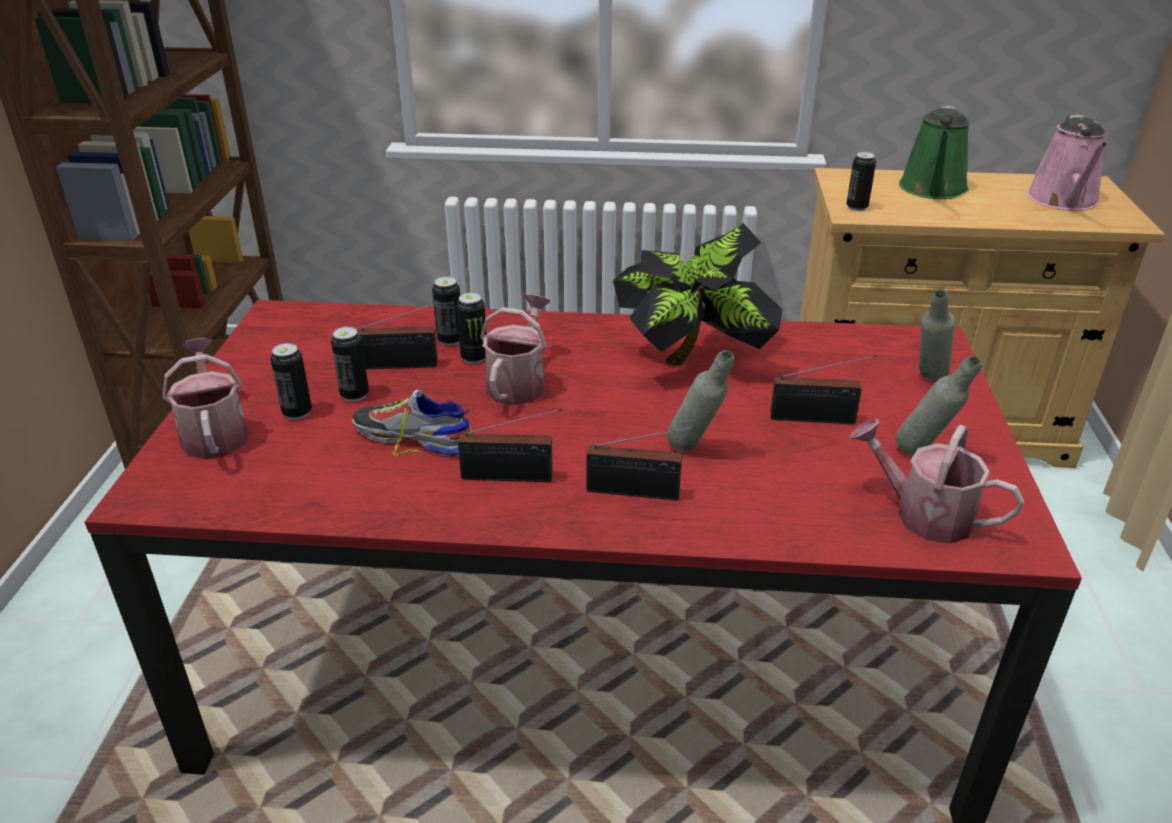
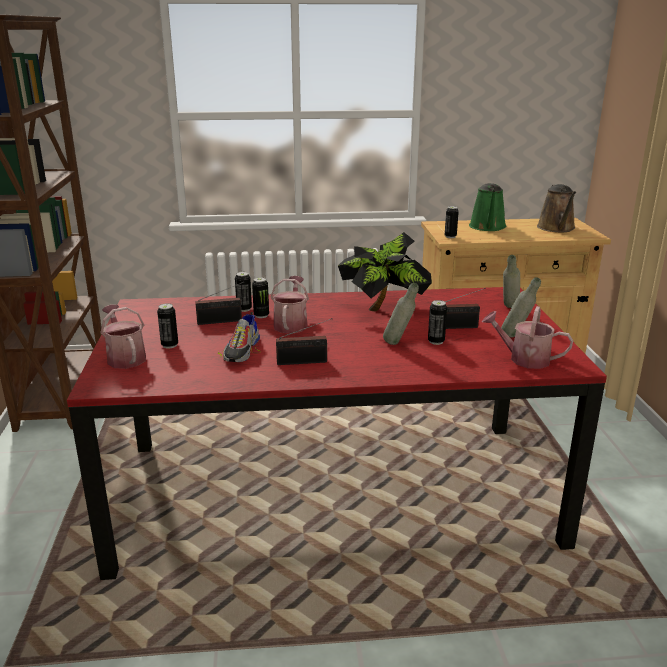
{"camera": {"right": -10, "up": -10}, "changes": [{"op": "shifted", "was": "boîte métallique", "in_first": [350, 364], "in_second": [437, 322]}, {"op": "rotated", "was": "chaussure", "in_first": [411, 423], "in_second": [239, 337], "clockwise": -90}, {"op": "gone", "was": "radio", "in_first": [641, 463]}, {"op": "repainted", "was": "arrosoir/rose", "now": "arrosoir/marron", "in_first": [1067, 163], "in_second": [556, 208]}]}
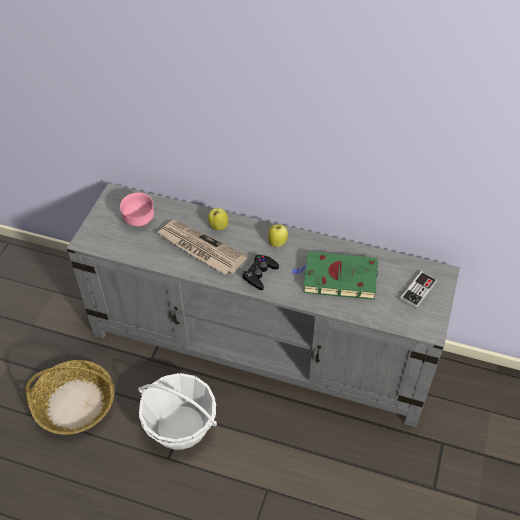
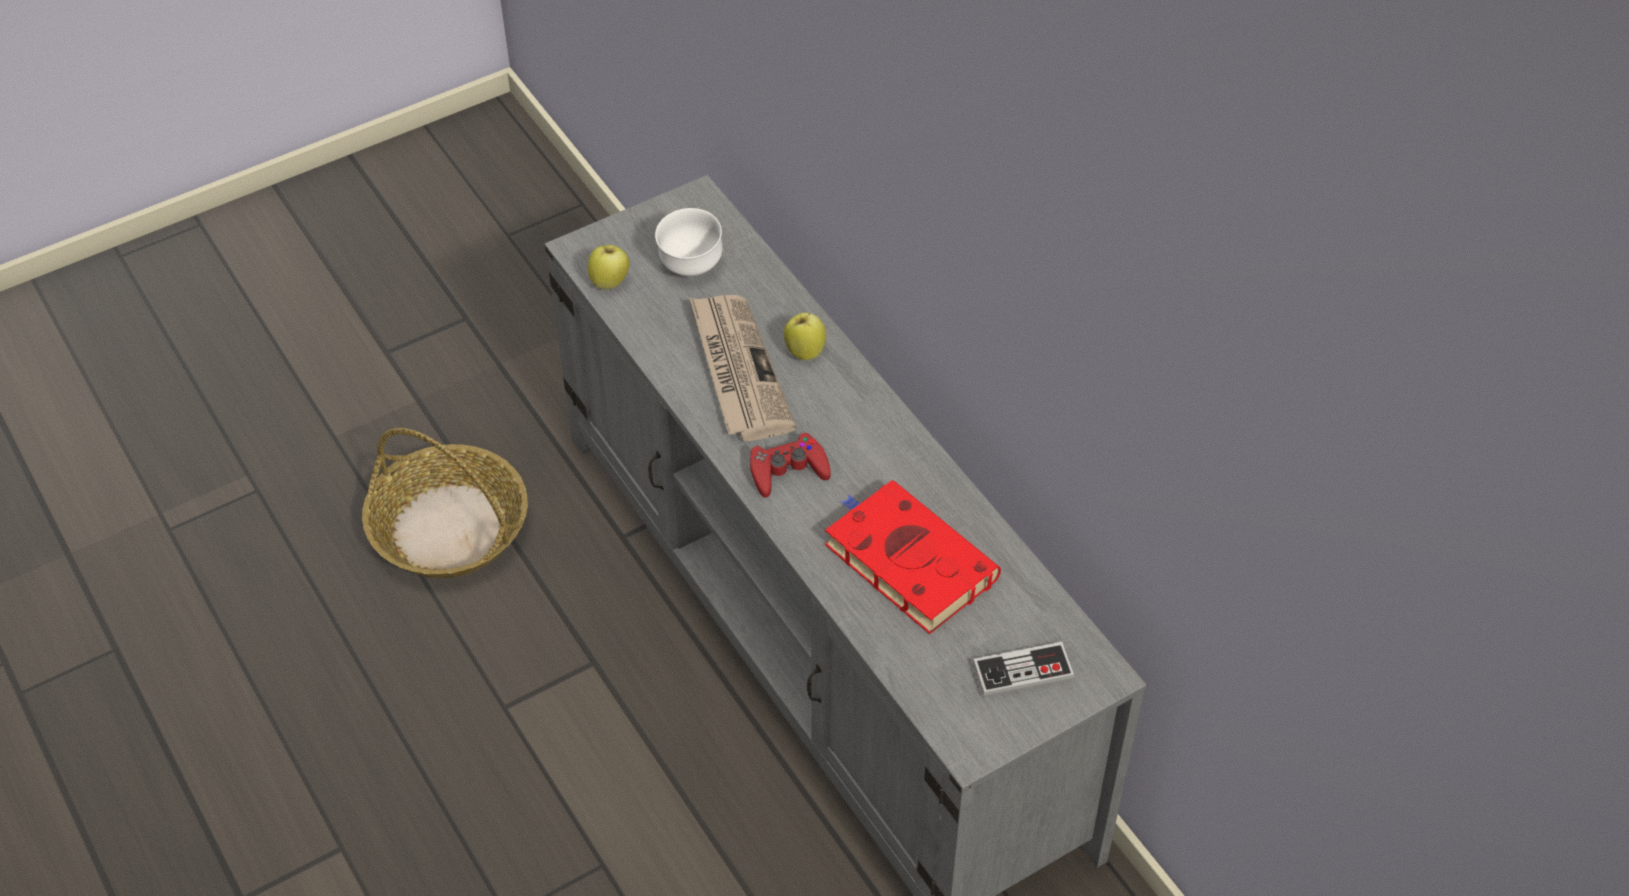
{"camera": {"right": 40, "up": 0}, "changes": [{"op": "repainted", "was": "bol/rose", "now": "bol/blanc", "in_first": [137, 210], "in_second": [689, 242]}, {"op": "gone", "was": "panier", "in_first": [177, 411]}, {"op": "repainted", "was": "manette/noir", "now": "manette/rouge", "in_first": [260, 272], "in_second": [790, 465]}, {"op": "shifted", "was": "pomme", "in_first": [278, 235], "in_second": [608, 267]}, {"op": "repainted", "was": "livre/vert", "now": "livre/rouge", "in_first": [335, 276], "in_second": [913, 557]}]}
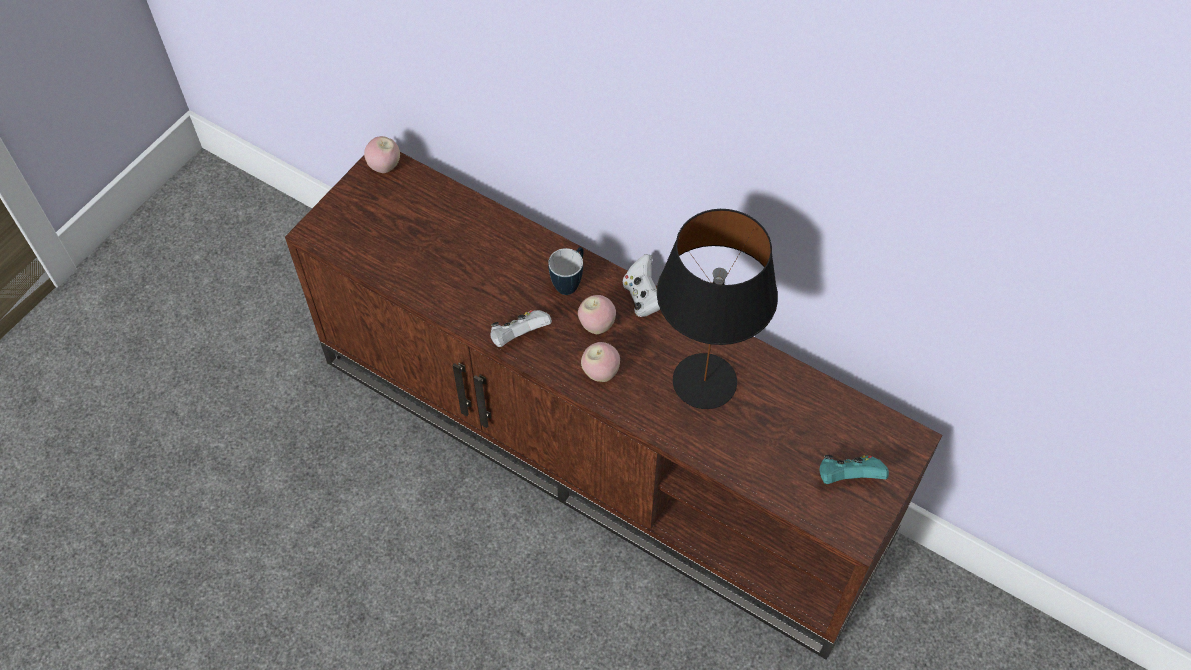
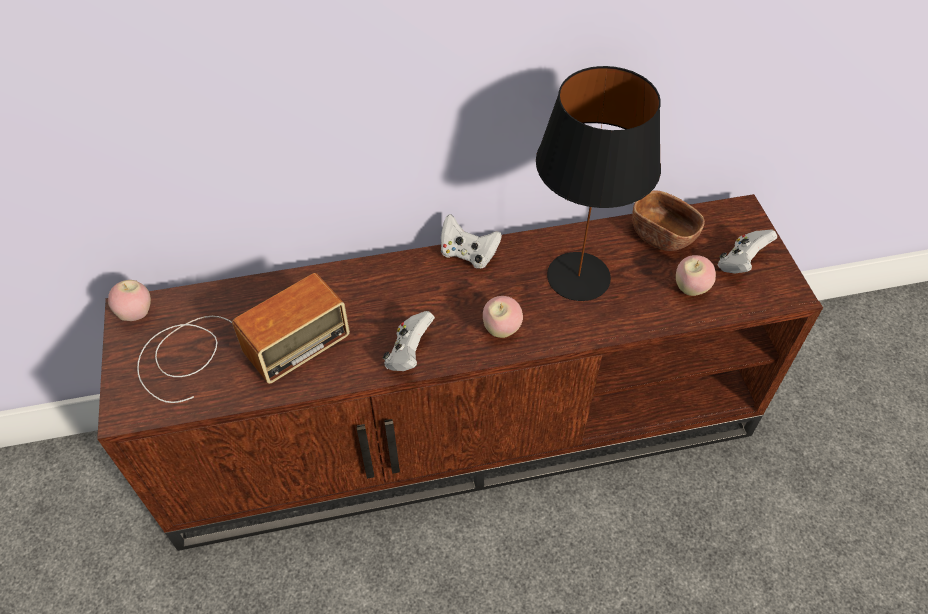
{"camera": {"right": -45, "up": -5}, "changes": [{"op": "gone", "was": "mug", "in_first": [566, 271]}, {"op": "shifted", "was": "pomme", "in_first": [597, 314], "in_second": [696, 275]}, {"op": "repainted", "was": "manette/turquoise", "now": "manette/blanc", "in_first": [854, 469], "in_second": [747, 252]}, {"op": "new", "now": "radio", "in_second": [243, 338]}, {"op": "new", "now": "bol/marron", "in_second": [668, 220]}]}
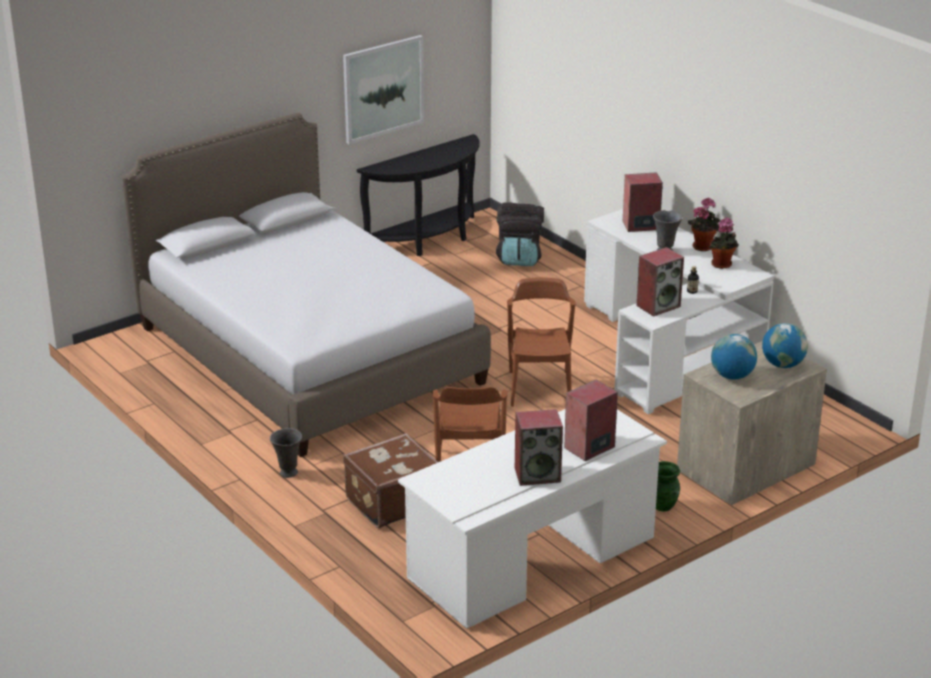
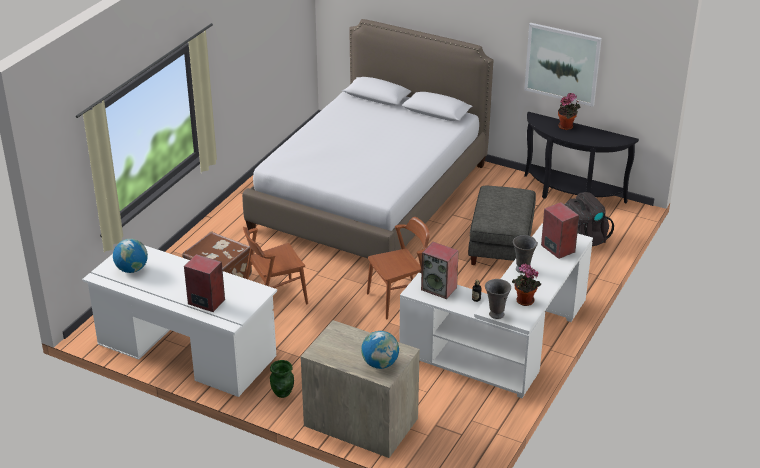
{"camera": {"right": 65, "up": 5}, "changes": [{"op": "shifted", "was": "vase/gris", "in_first": [286, 453], "in_second": [498, 299]}, {"op": "gone", "was": "enceinte", "in_first": [539, 447]}, {"op": "shifted", "was": "plante en pot", "in_first": [704, 224], "in_second": [569, 111]}, {"op": "shifted", "was": "globe", "in_first": [734, 357], "in_second": [130, 256]}, {"op": "new", "now": "pouf/gris", "in_second": [502, 225]}]}
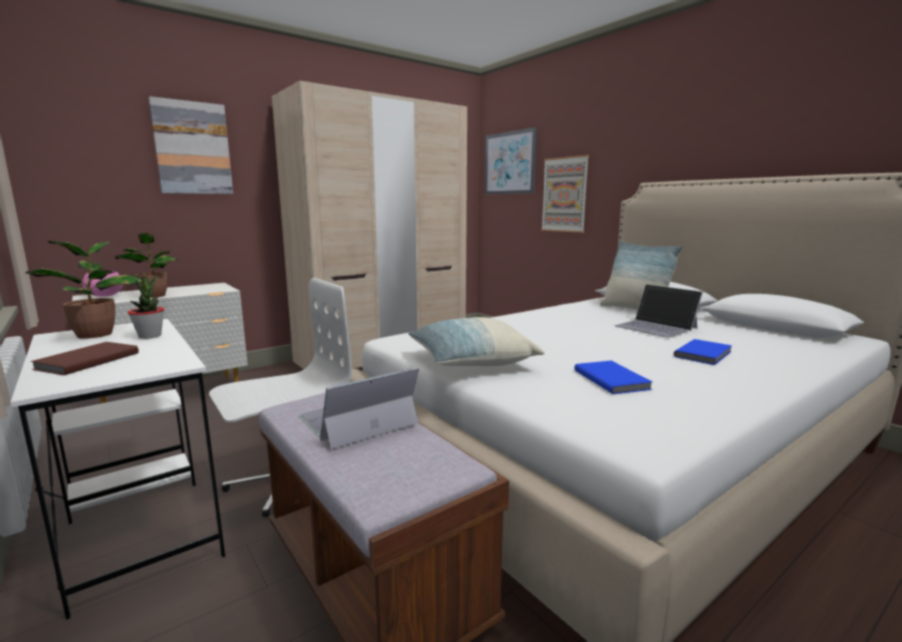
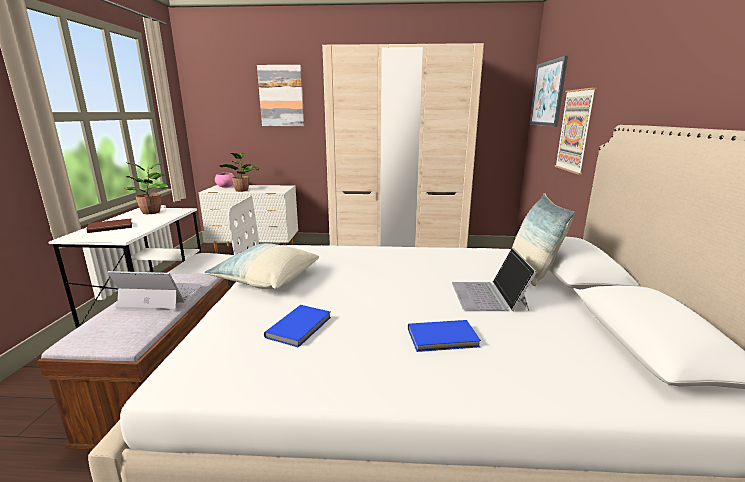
{"camera": {"right": 40, "up": 5}, "changes": [{"op": "gone", "was": "plante en pot", "in_first": [146, 307]}]}
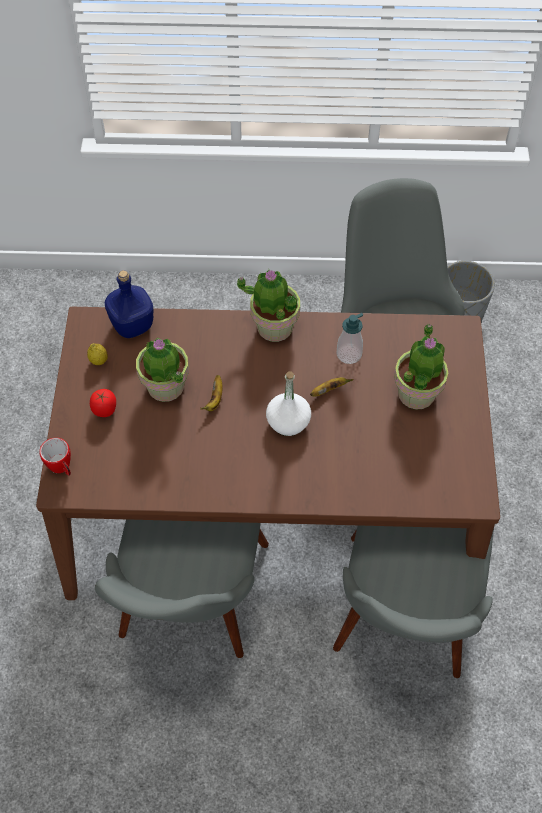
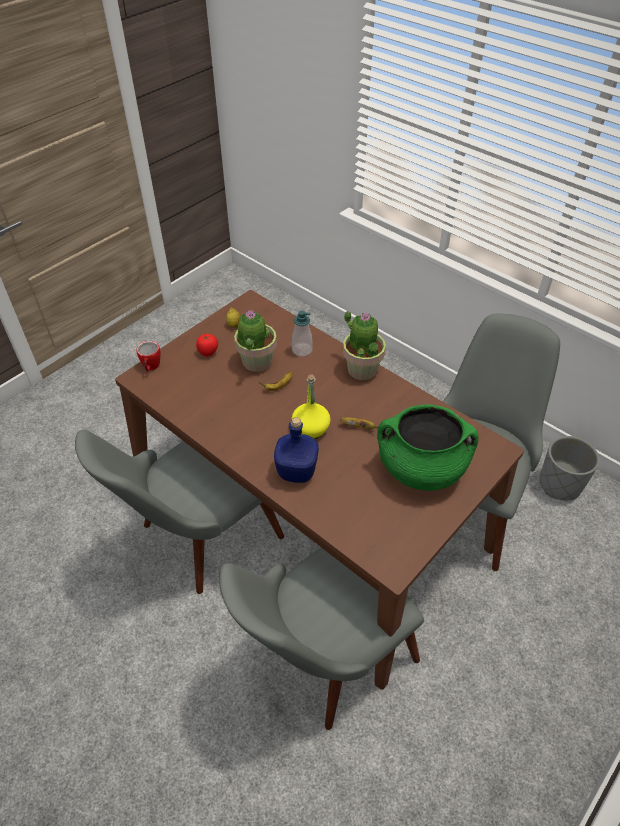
{"camera": {"right": 40, "up": -10}, "changes": [{"op": "shifted", "was": "bouteille/bleu", "in_first": [129, 304], "in_second": [296, 450]}, {"op": "repainted", "was": "bouteille/blanc", "now": "bouteille/jaune", "in_first": [288, 403], "in_second": [311, 406]}, {"op": "shifted", "was": "distributeur de savon", "in_first": [349, 338], "in_second": [302, 333]}, {"op": "swapped", "was": "plante en pot", "now": "marmite/vert", "in_first": [421, 366], "in_second": [428, 447]}]}
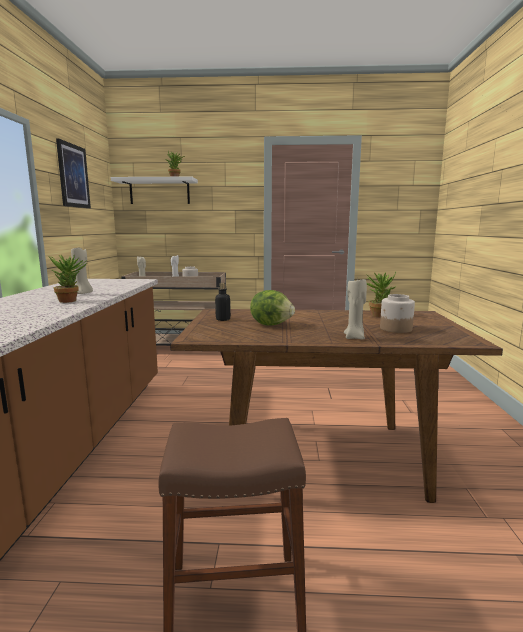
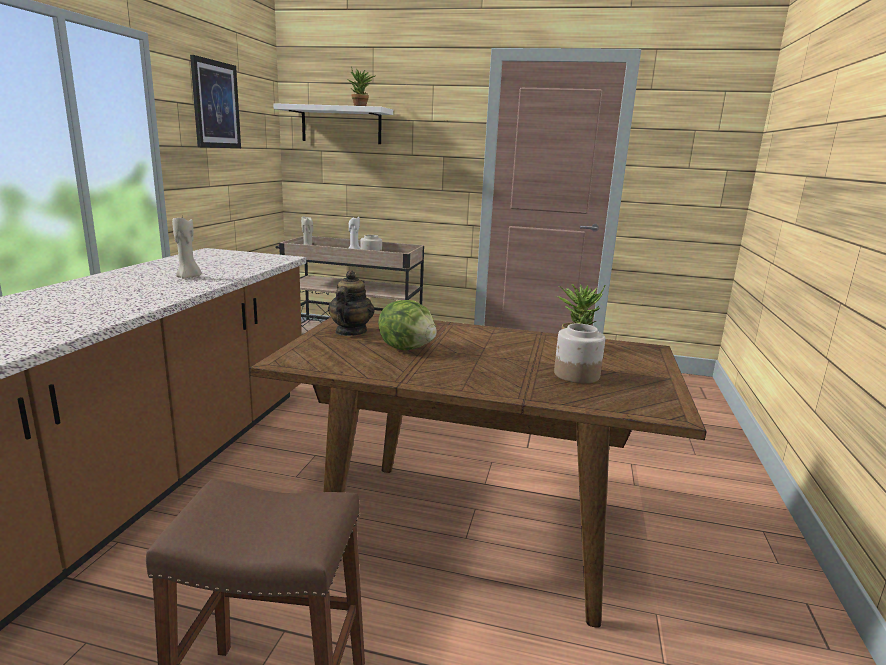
{"camera": {"right": 10, "up": 5}, "changes": [{"op": "gone", "was": "plante en pot", "in_first": [68, 278]}, {"op": "swapped", "was": "bouteille", "now": "théière", "in_first": [223, 302], "in_second": [351, 303]}, {"op": "gone", "was": "bougie/beige", "in_first": [355, 308]}]}
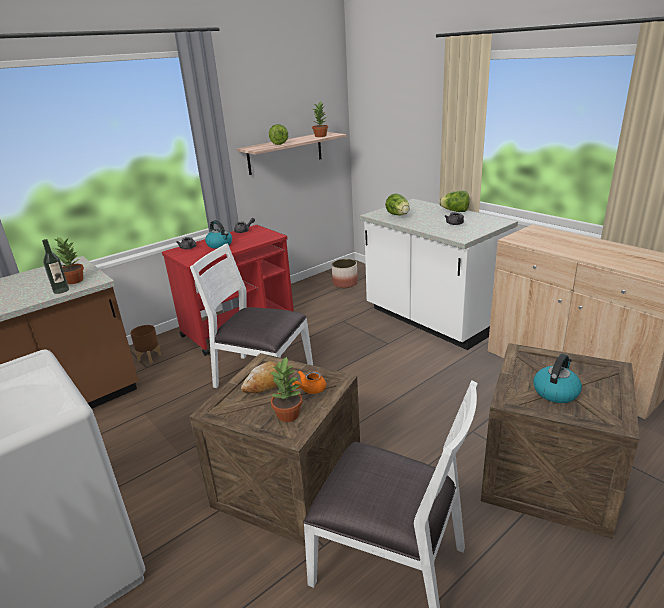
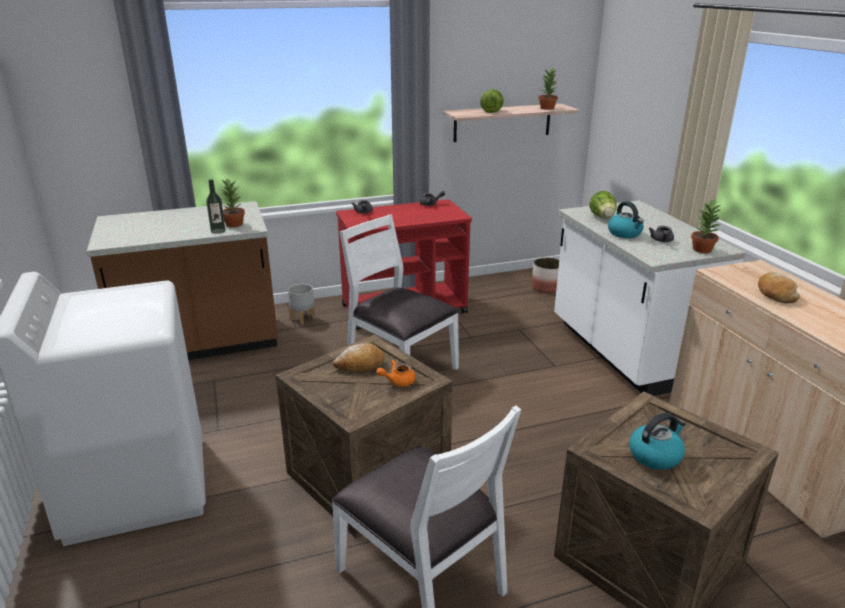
{"camera": {"right": 20, "up": 0}, "changes": [{"op": "repainted", "was": "cache-pot/marron", "now": "cache-pot/gris", "in_first": [145, 344], "in_second": [301, 304]}, {"op": "shifted", "was": "bouilloire", "in_first": [218, 234], "in_second": [626, 219]}, {"op": "shifted", "was": "plante en pot", "in_first": [286, 389], "in_second": [706, 226]}, {"op": "gone", "was": "laitue", "in_first": [454, 201]}, {"op": "new", "now": "pain", "in_second": [779, 287]}]}
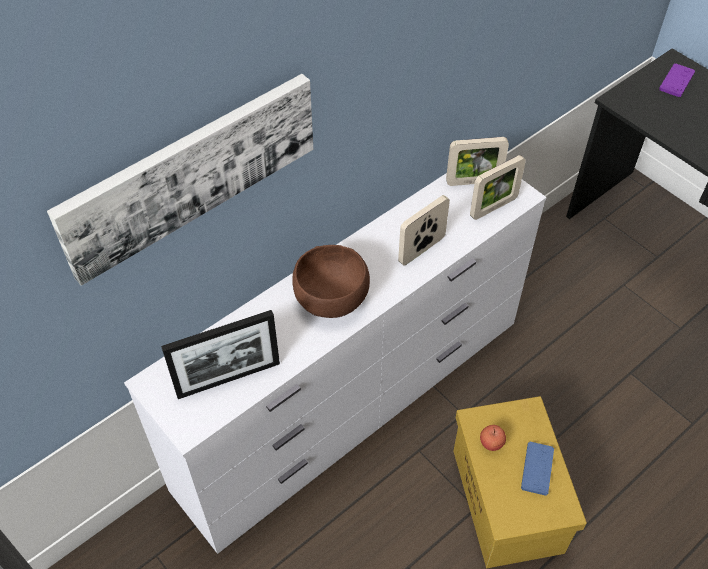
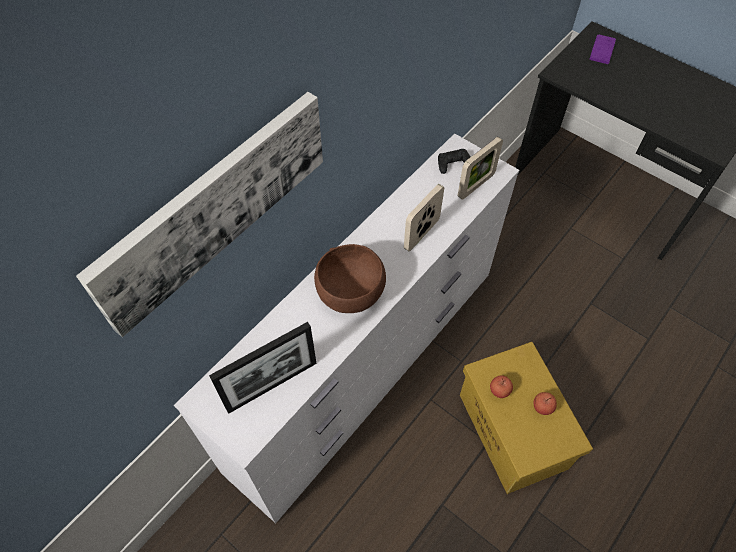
{"camera": {"right": -10, "up": 5}, "changes": [{"op": "swapped", "was": "cadre photo", "now": "manette/noir", "in_first": [477, 161], "in_second": [454, 161]}, {"op": "swapped", "was": "manette/bleu", "now": "pomme", "in_first": [537, 469], "in_second": [545, 403]}]}
